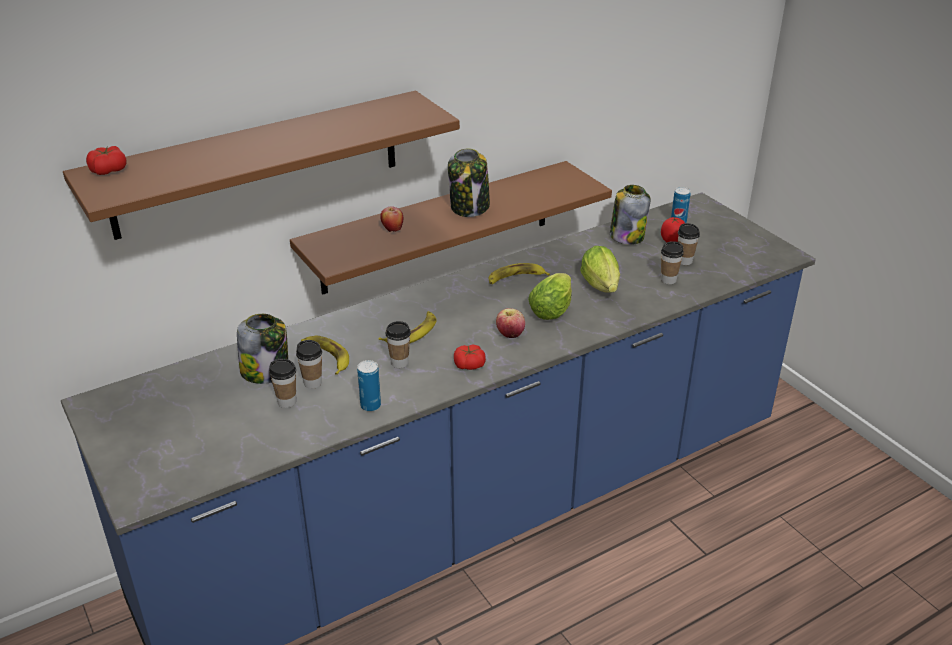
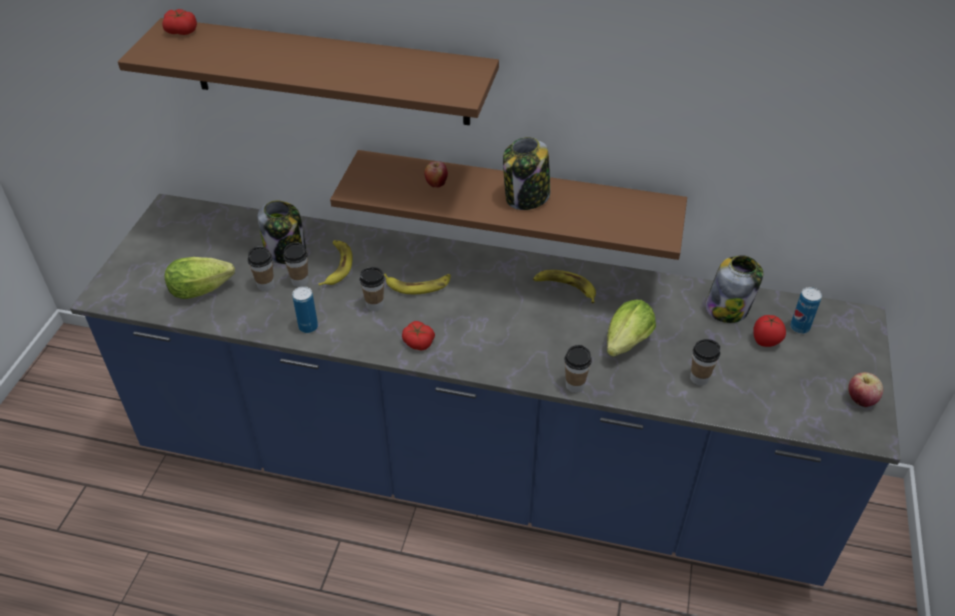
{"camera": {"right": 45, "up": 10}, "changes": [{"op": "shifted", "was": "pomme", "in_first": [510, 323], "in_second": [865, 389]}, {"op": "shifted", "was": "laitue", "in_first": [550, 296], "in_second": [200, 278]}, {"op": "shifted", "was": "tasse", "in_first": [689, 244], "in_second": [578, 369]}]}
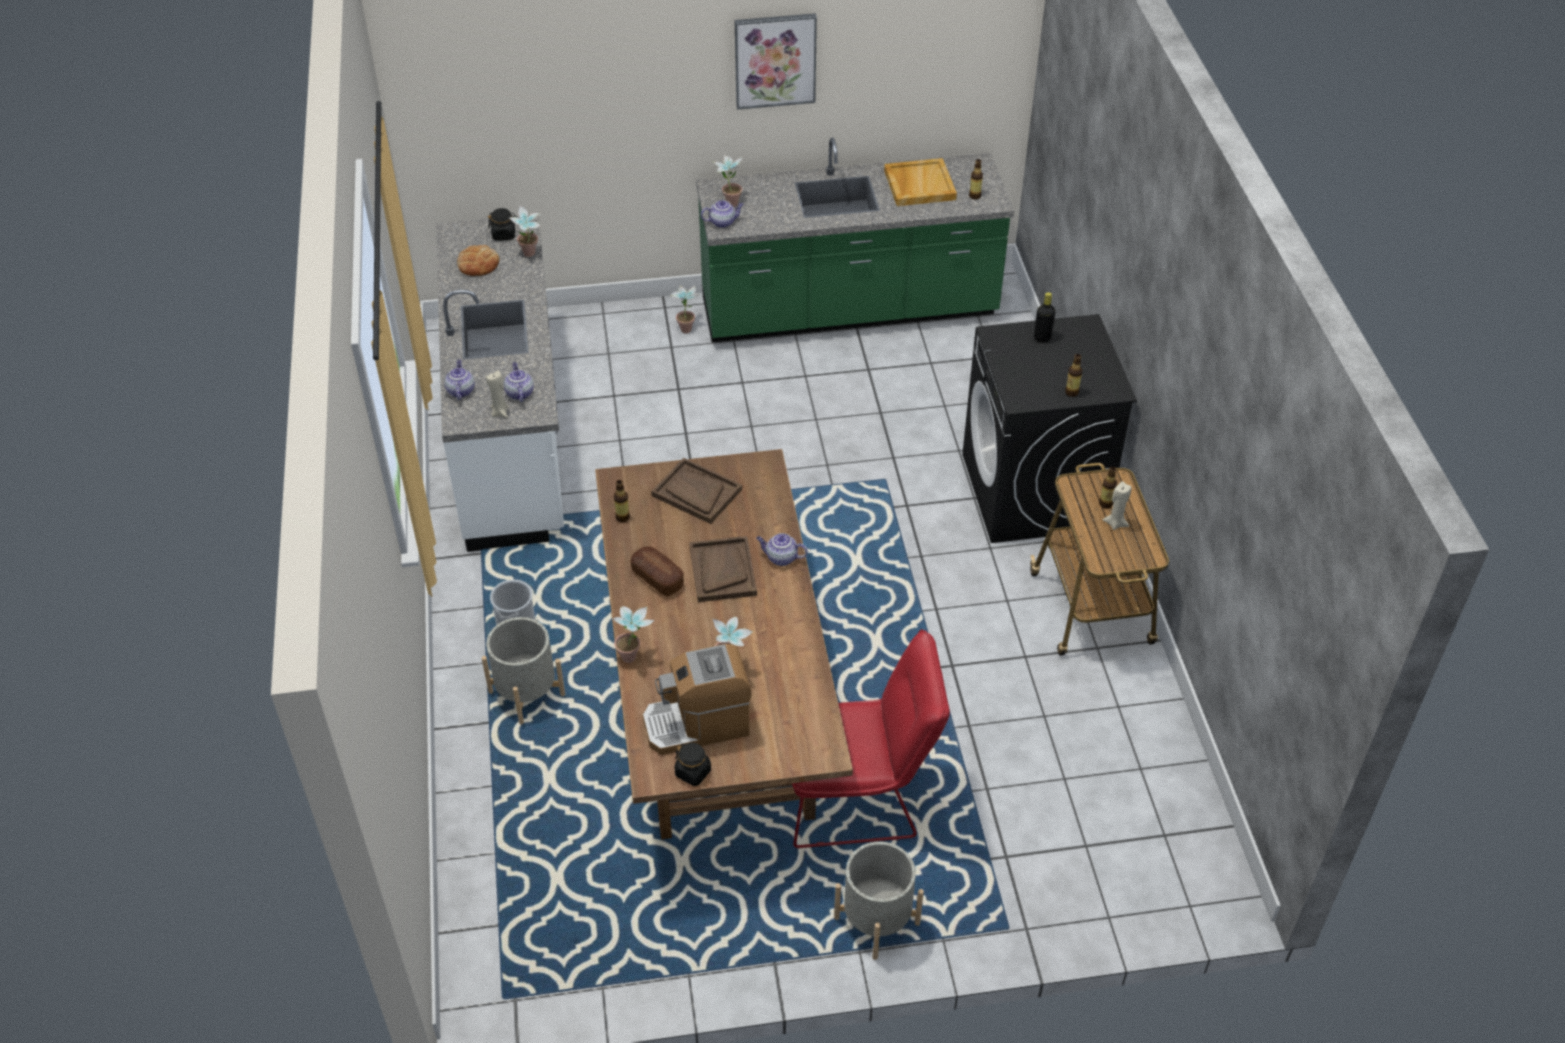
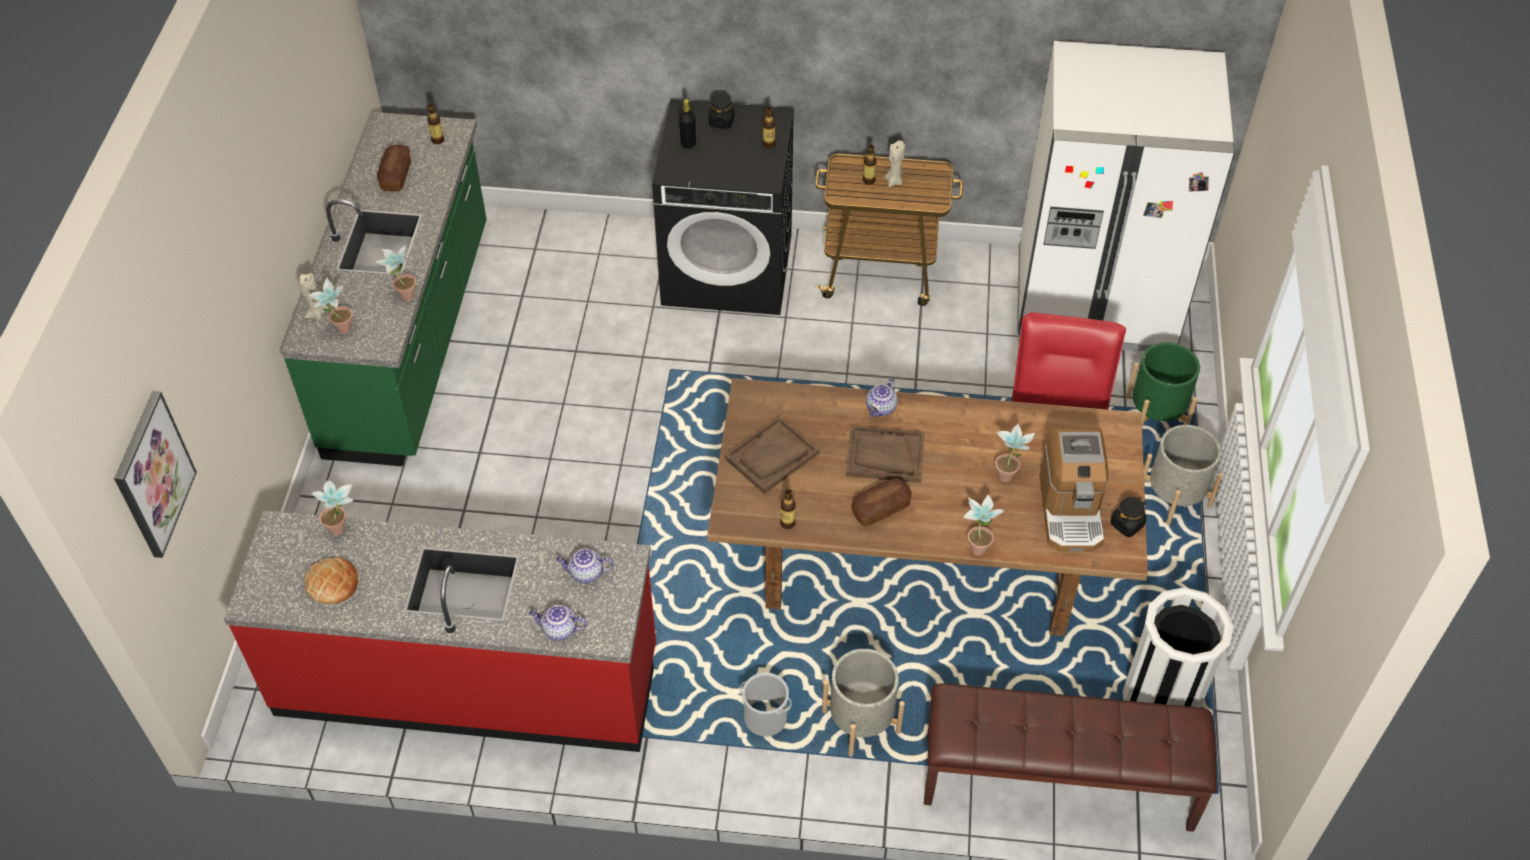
{"camera": {"right": -75, "up": 5}, "changes": [{"op": "repainted", "was": "comptoir de cuisine/blanc", "now": "comptoir de cuisine/rouge", "in_first": [500, 383], "in_second": [440, 631]}, {"op": "shifted", "was": "bougie/beige", "in_first": [497, 394], "in_second": [314, 296]}, {"op": "shifted", "was": "bocal/noir", "in_first": [502, 224], "in_second": [722, 111]}, {"op": "shifted", "was": "plante en pot", "in_first": [685, 309], "in_second": [394, 272]}, {"op": "gone", "was": "théière", "in_first": [722, 214]}, {"op": "shifted", "was": "tableau", "in_first": [776, 61], "in_second": [155, 474]}, {"op": "swapped", "was": "plateau/beige", "now": "pain", "in_first": [920, 182], "in_second": [394, 168]}, {"op": "new", "now": "banc/marron", "in_second": [1070, 757]}, {"op": "new", "now": "réfrigérateur/blanc", "in_second": [1126, 196]}, {"op": "new", "now": "poubelle/blanc", "in_second": [1177, 647]}, {"op": "new", "now": "cache-pot/vert", "in_second": [1163, 384]}]}
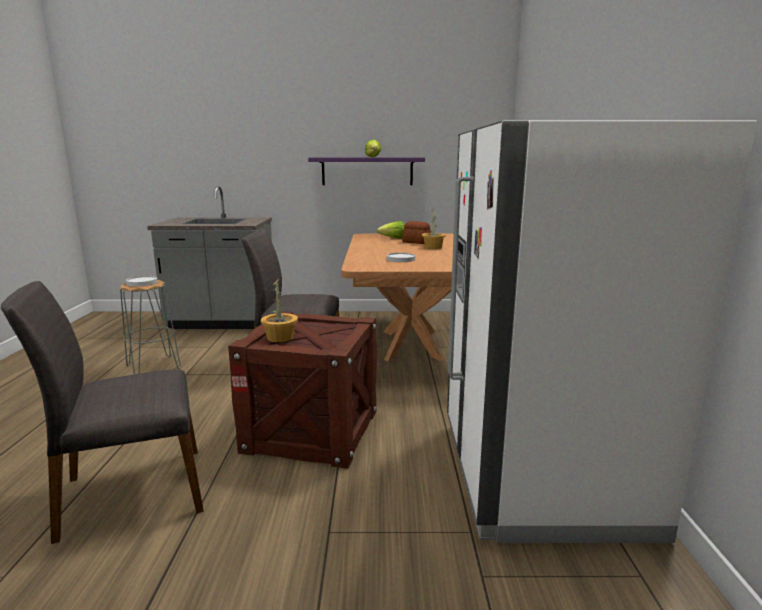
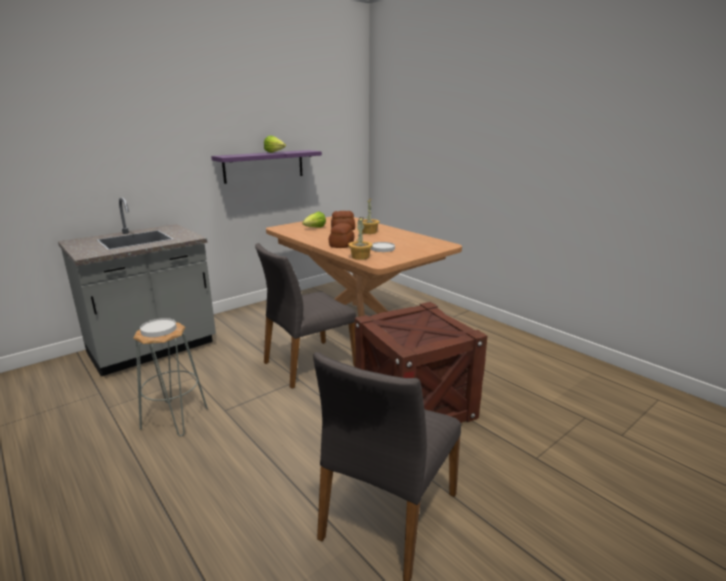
{"camera": {"right": -40, "up": 5}, "changes": [{"op": "shifted", "was": "plante en pot", "in_first": [279, 310], "in_second": [360, 238]}, {"op": "gone", "was": "réfrigérateur/blanc", "in_first": [602, 331]}, {"op": "new", "now": "pain", "in_second": [342, 235]}]}
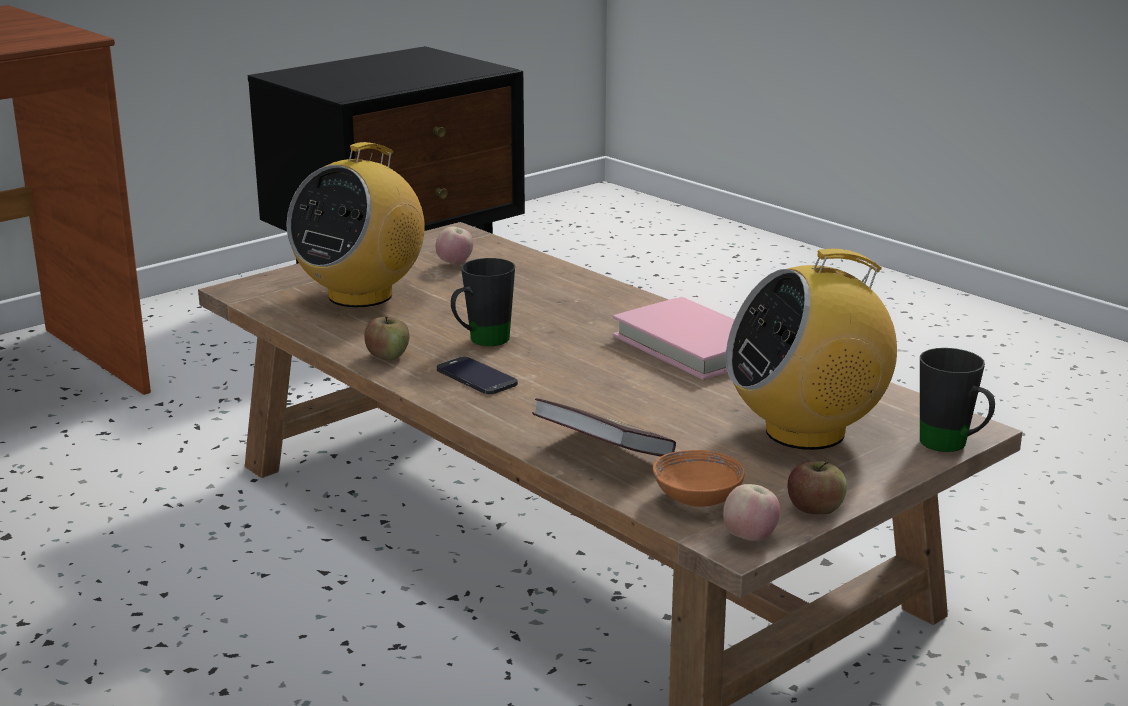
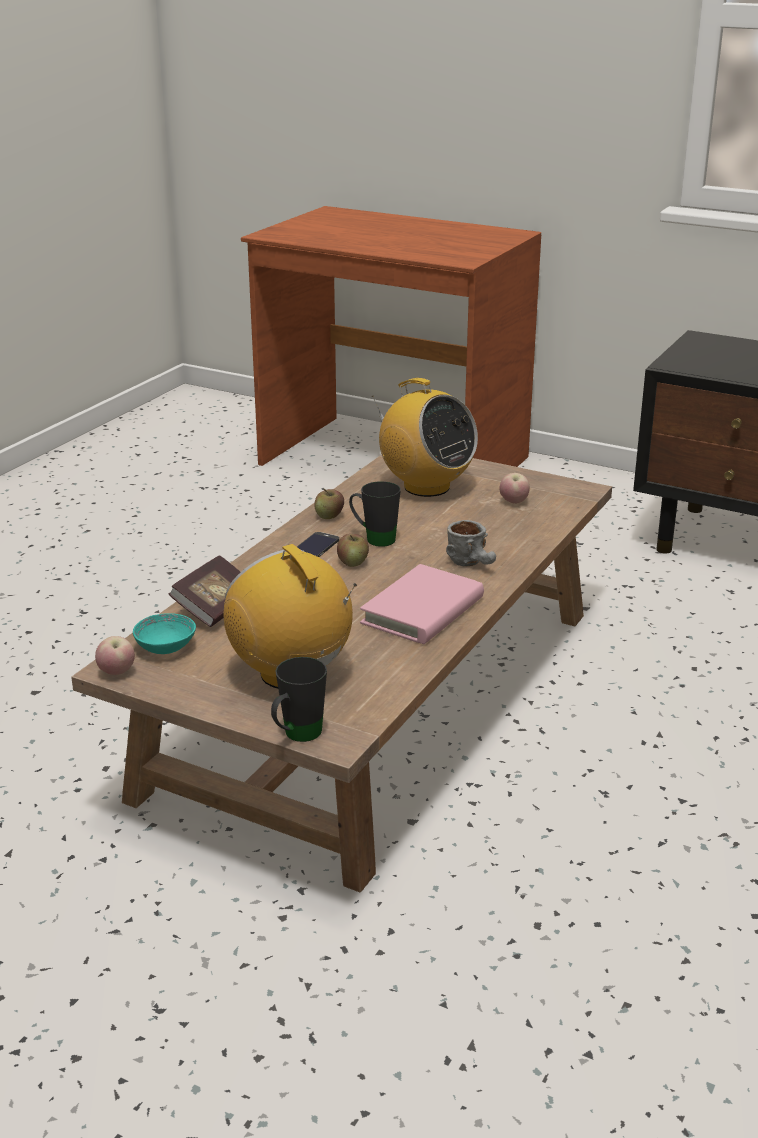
{"camera": {"right": 70, "up": 5}, "changes": [{"op": "rotated", "was": "radio", "in_first": [356, 224], "in_second": [425, 437], "clockwise": -150}, {"op": "repainted", "was": "bol/orange", "now": "bol/turquoise", "in_first": [699, 478], "in_second": [164, 633]}, {"op": "shifted", "was": "pomme", "in_first": [817, 487], "in_second": [353, 550]}, {"op": "new", "now": "mug/gris", "in_second": [471, 543]}]}
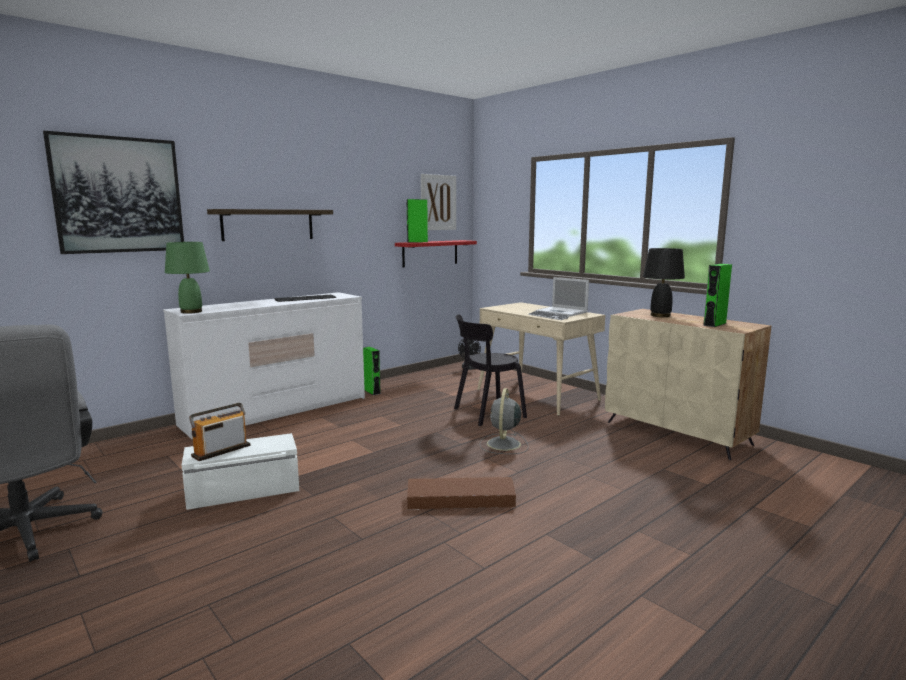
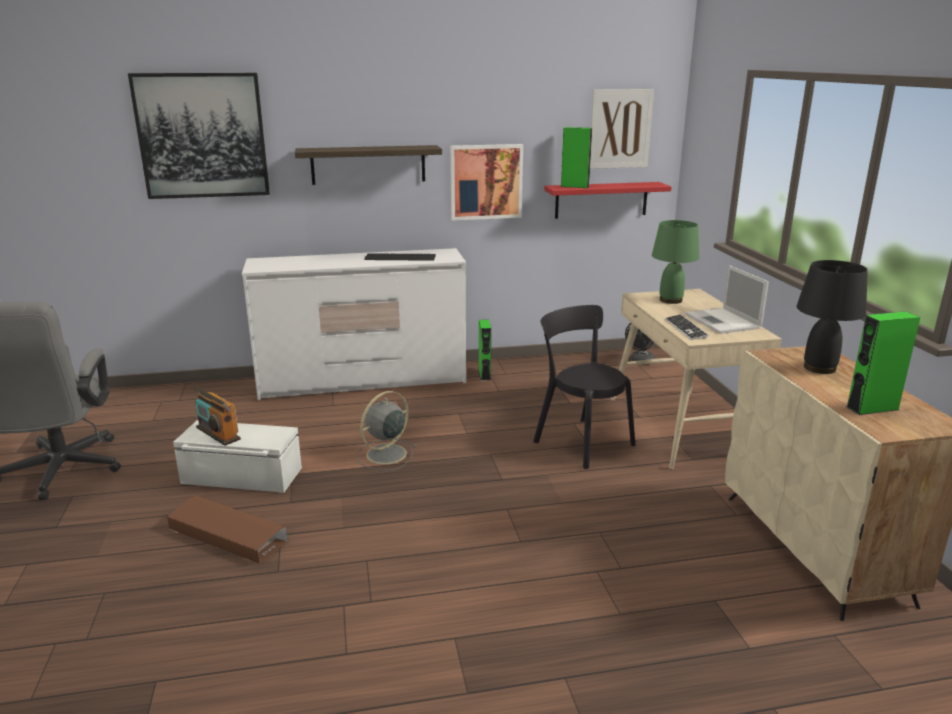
{"camera": {"right": 30, "up": 10}, "changes": [{"op": "shifted", "was": "lampe de table/vert", "in_first": [187, 278], "in_second": [676, 262]}, {"op": "rotated", "was": "radio", "in_first": [220, 432], "in_second": [217, 416], "clockwise": -120}, {"op": "shifted", "was": "boîte de rangement/marron", "in_first": [461, 493], "in_second": [227, 530]}, {"op": "rotated", "was": "chaise/noir", "in_first": [490, 370], "in_second": [584, 387], "clockwise": 45}, {"op": "shifted", "was": "ventilateur/gris", "in_first": [504, 421], "in_second": [386, 431]}, {"op": "new", "now": "tableau", "in_second": [486, 182]}]}
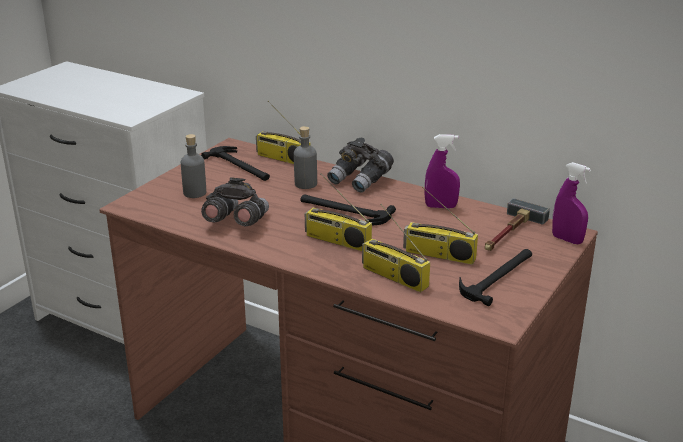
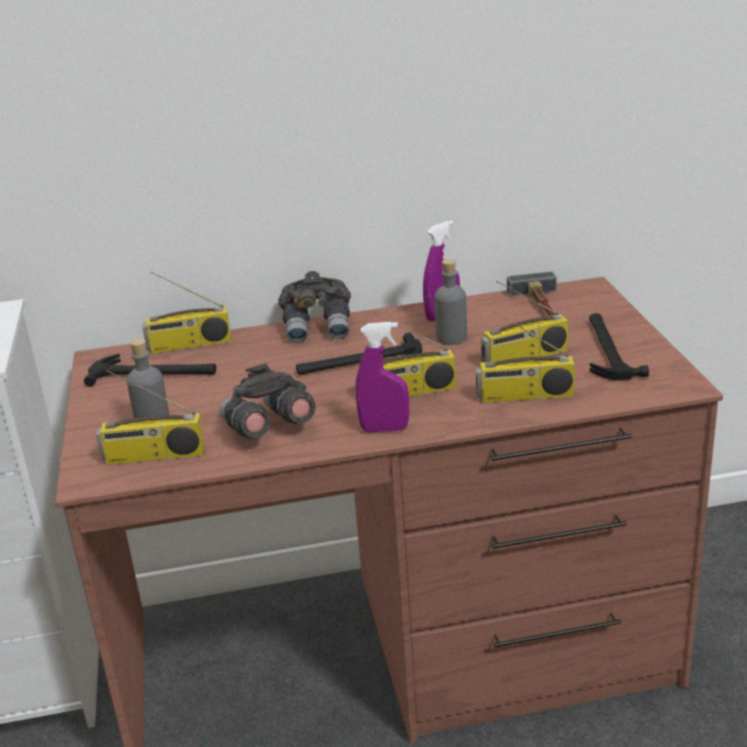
{"camera": {"right": -40, "up": 0}, "changes": [{"op": "shifted", "was": "bouteille/gris", "in_first": [305, 157], "in_second": [450, 302]}, {"op": "shifted", "was": "vaporisateur/violet", "in_first": [571, 203], "in_second": [382, 377]}, {"op": "new", "now": "radio", "in_second": [150, 417]}]}
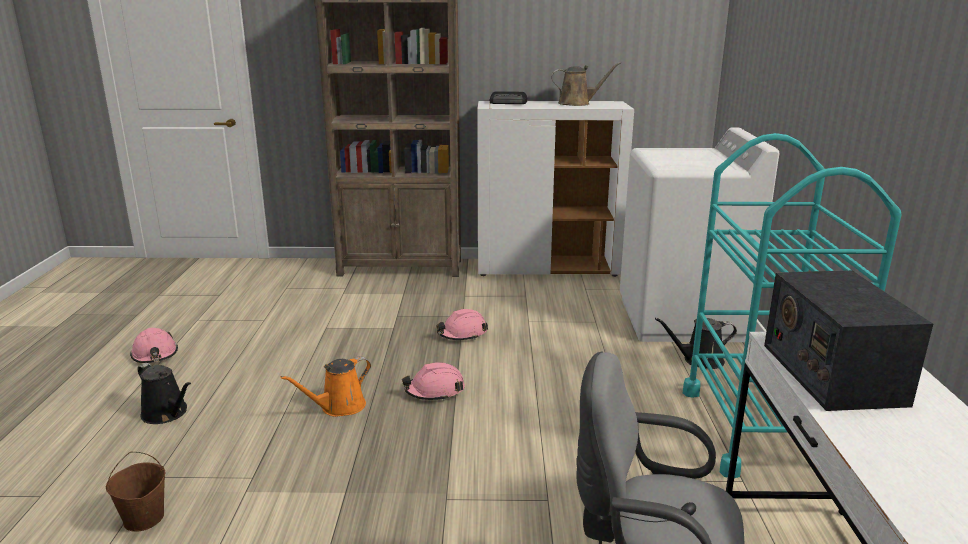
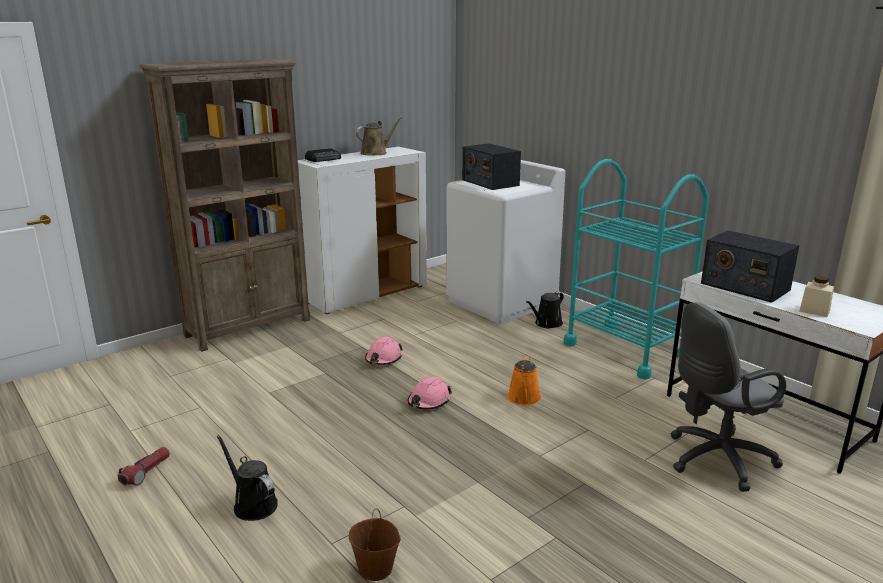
{"camera": {"right": -40, "up": 0}, "changes": [{"op": "swapped", "was": "casque de chantier/rose", "now": "lampe de poche", "in_first": [154, 345], "in_second": [143, 466]}, {"op": "rotated", "was": "arrosoir/noir", "in_first": [164, 393], "in_second": [247, 478], "clockwise": -135}, {"op": "shifted", "was": "arrosoir/orange", "in_first": [325, 387], "in_second": [524, 381]}, {"op": "new", "now": "radio", "in_second": [491, 166]}, {"op": "new", "now": "bocal/beige", "in_second": [816, 296]}]}
